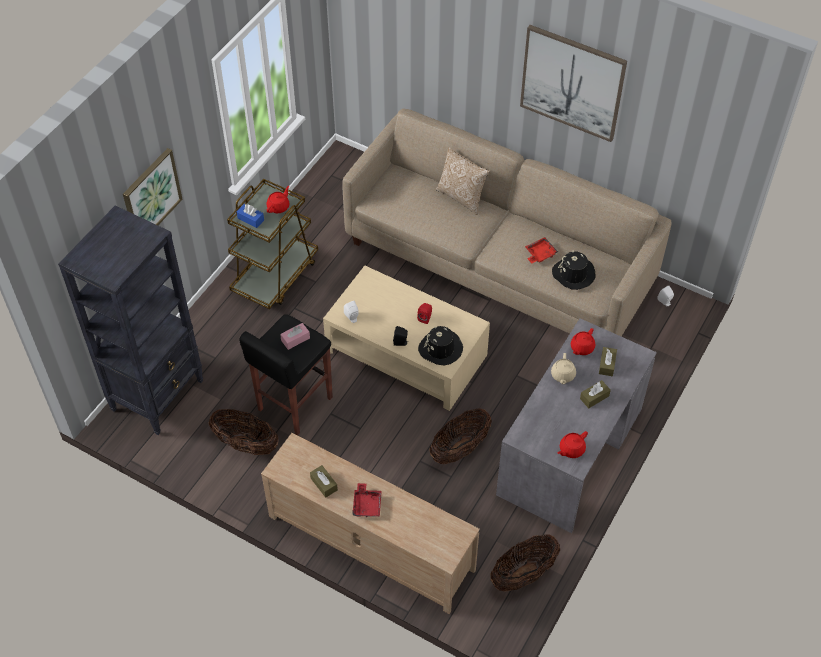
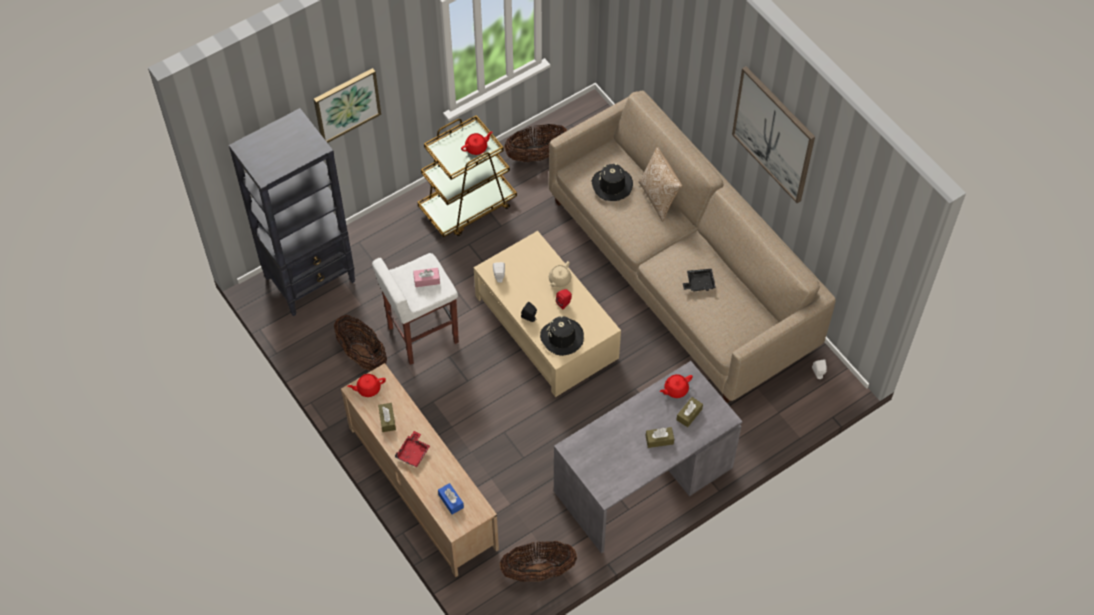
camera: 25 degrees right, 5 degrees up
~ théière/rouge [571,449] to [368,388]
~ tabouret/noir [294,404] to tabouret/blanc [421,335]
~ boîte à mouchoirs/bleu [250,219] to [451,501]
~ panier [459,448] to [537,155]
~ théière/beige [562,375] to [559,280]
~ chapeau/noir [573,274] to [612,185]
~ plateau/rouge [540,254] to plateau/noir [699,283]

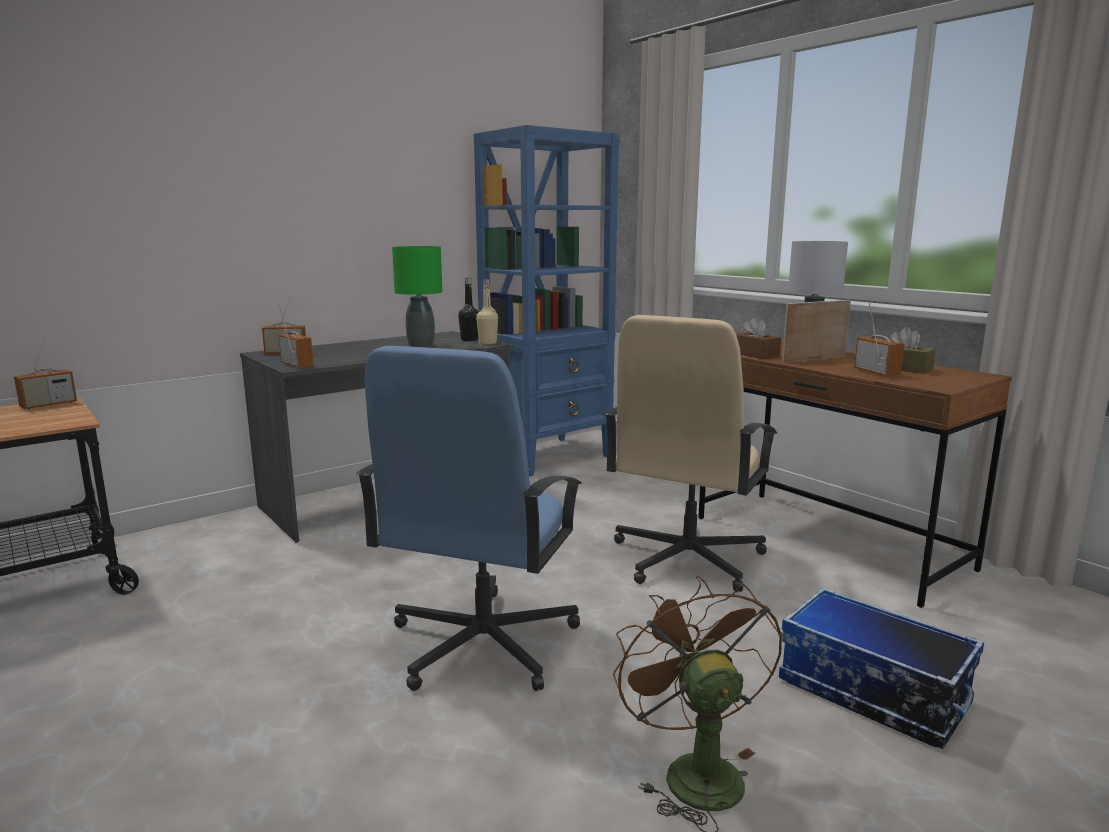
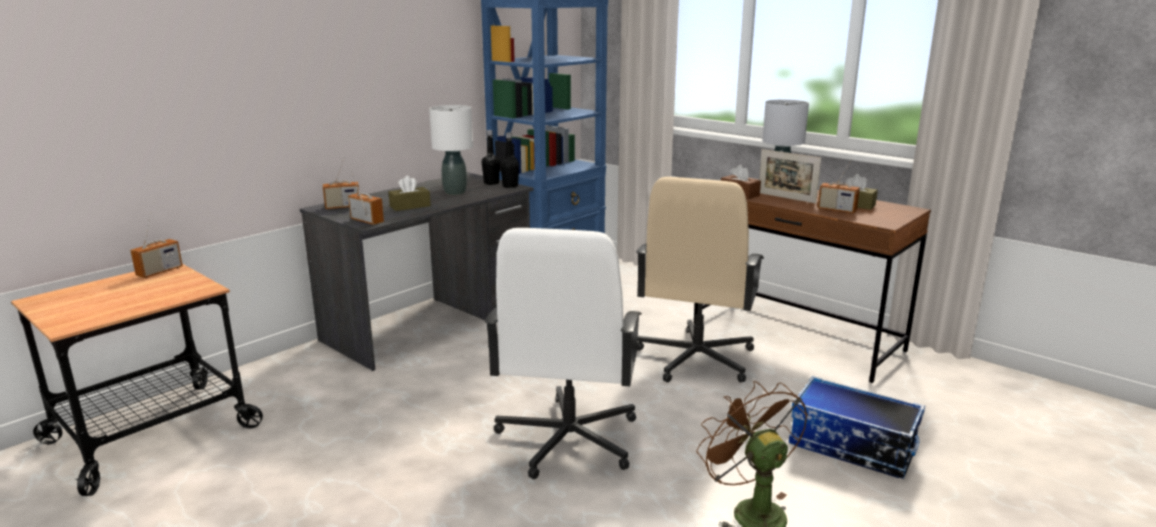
camera: 10 degrees left, 5 degrees up
+ boîte à mouchoirs/marron [410,206]
~ lampe de table/vert [421,345] to lampe de table/blanc [455,192]
~ chaise de bureau/bleu [481,644] to chaise de bureau/blanc [567,440]
~ bouteille/beige [487,343] to bouteille/noir [510,186]
~ cadre photo [814,359] = [786,198] 105 degrees counterclockwise
~ radio [876,372] = [837,210] 150 degrees clockwise

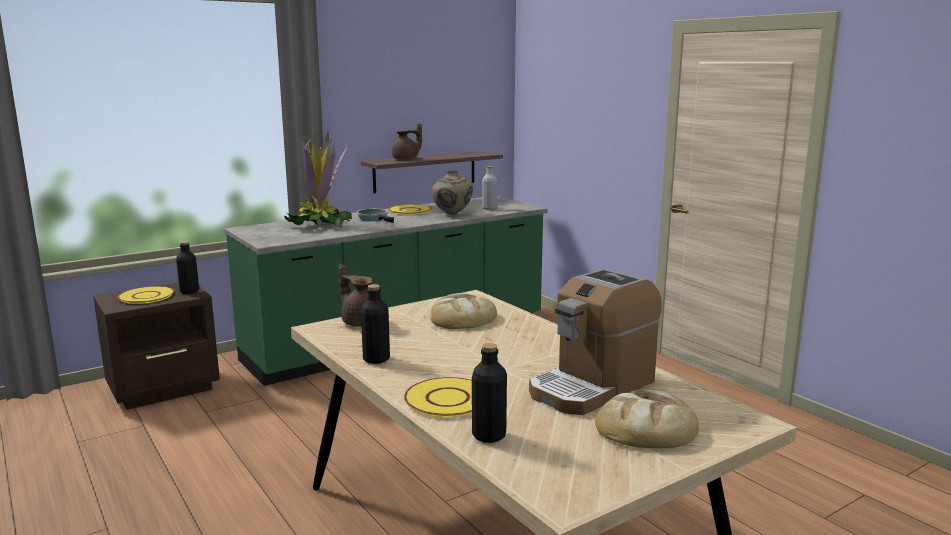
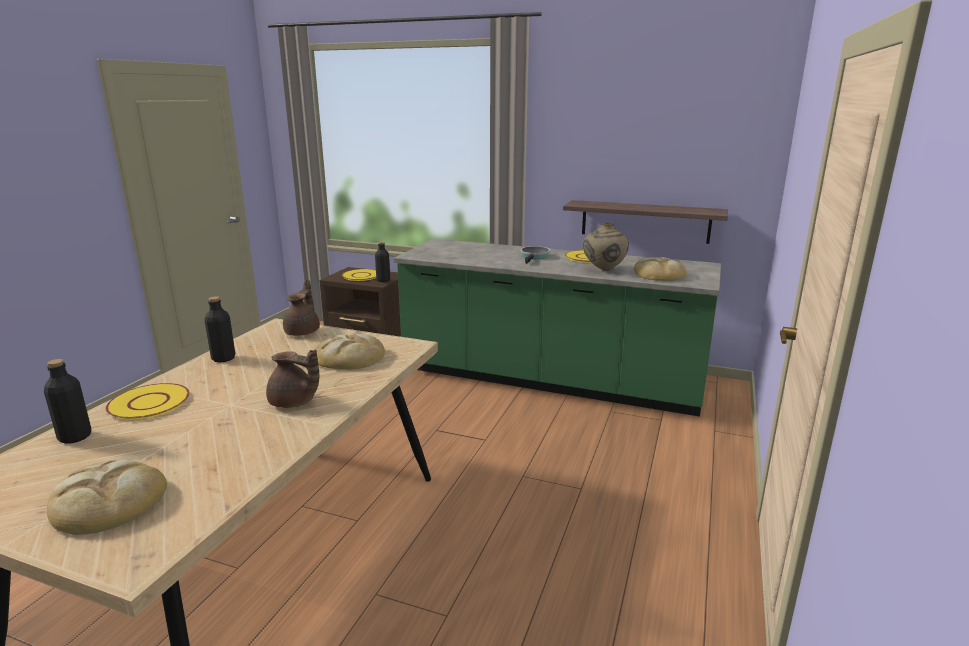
camera: 55 degrees right, 5 degrees up
~ théière/marron [406,159] to [294,403]
~ bouteille/gris [489,208] to pain [658,274]
- plante en pot [319,224]
- machine à café [592,387]

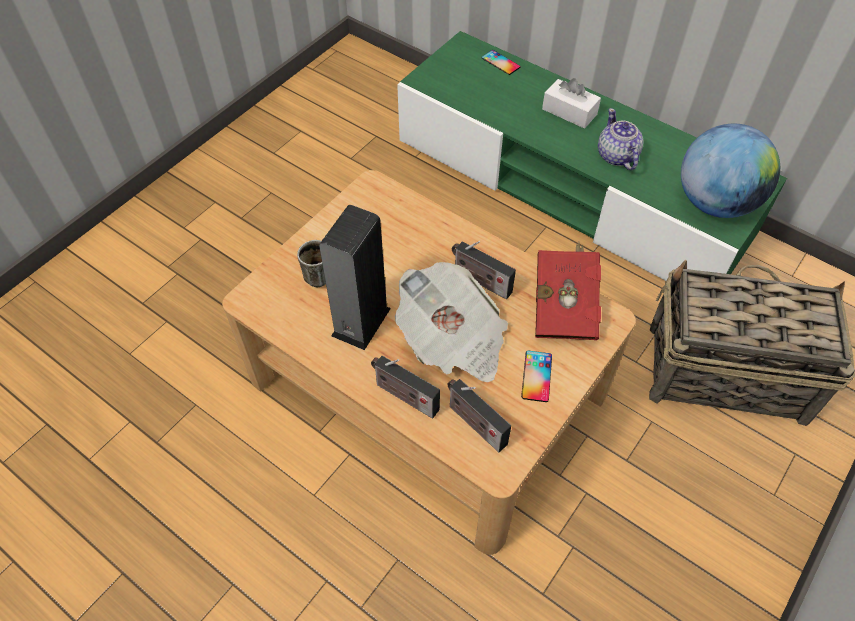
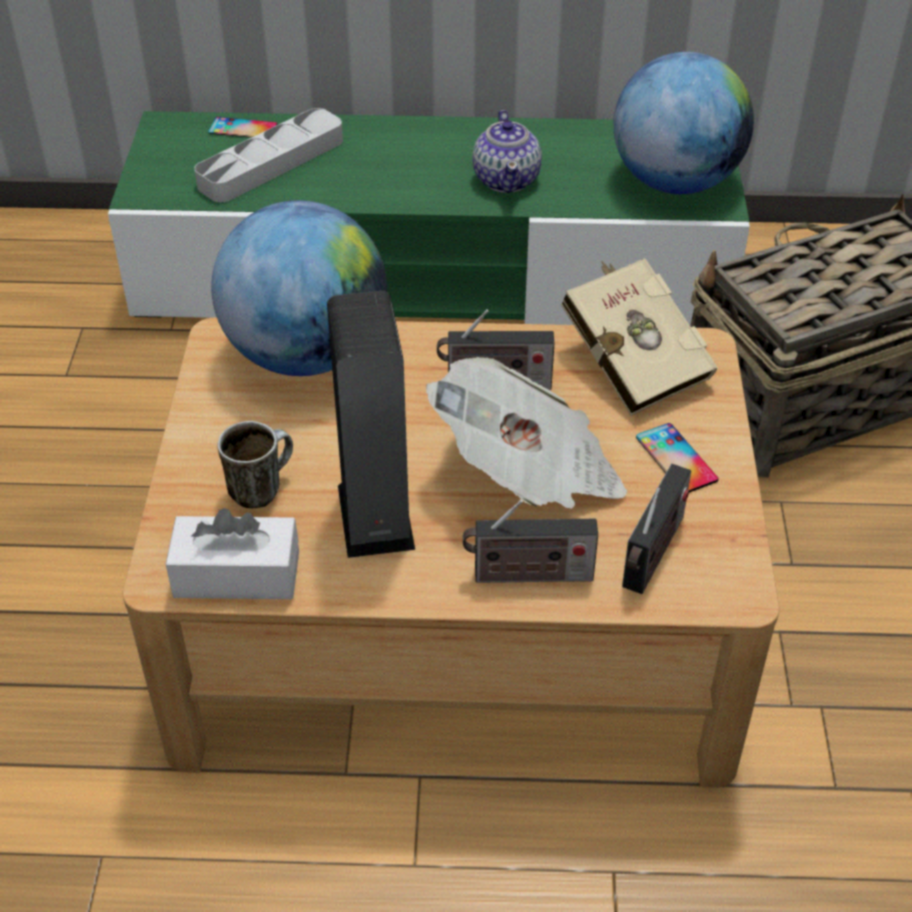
camera: 35 degrees left, 10 degrees down
~ boîte à mouchoirs/blanc [569,112] to [237,574]
+ plateau/gris [271,163]
+ globe [306,354]
~ théière [616,156] = [507,179] 135 degrees counterclockwise
~ livre/rouge [565,306] to livre/beige [632,361]
~ radio [474,423] = [652,556] 75 degrees counterclockwise

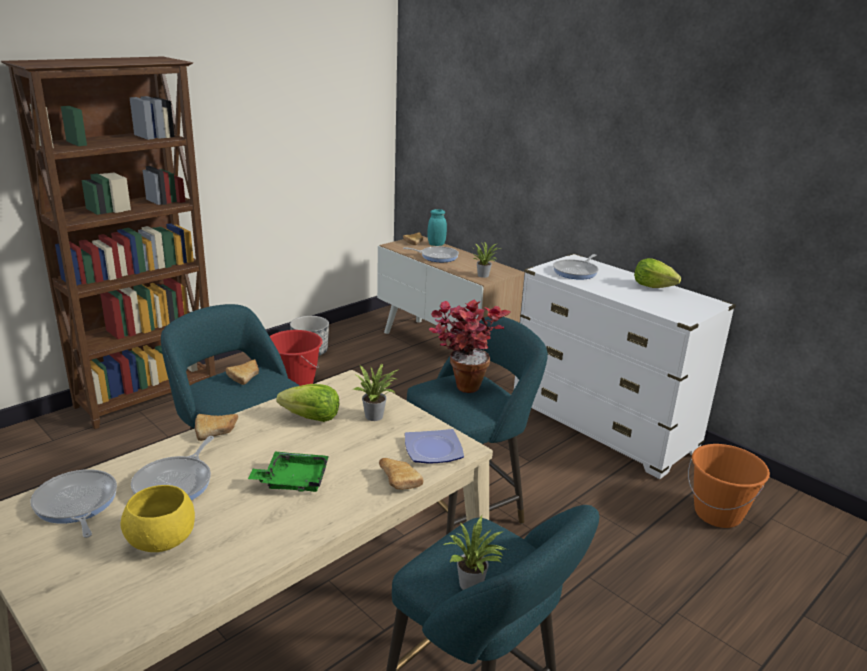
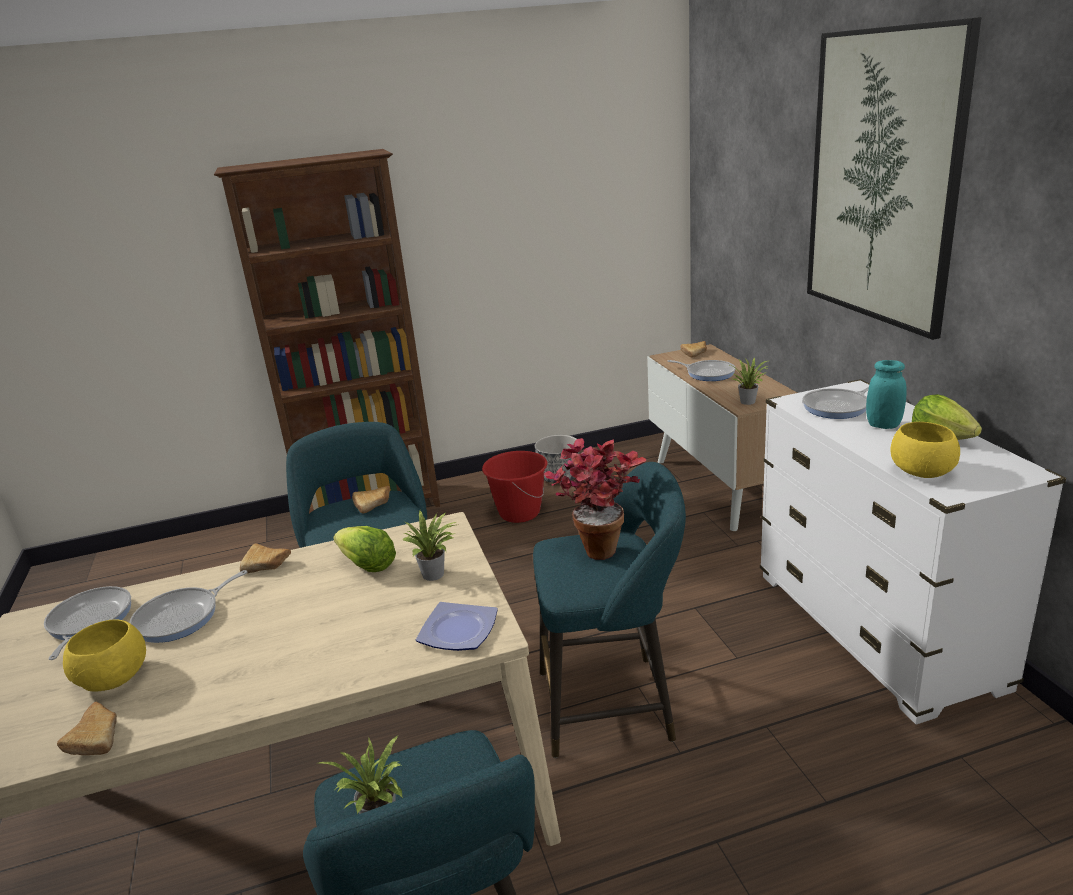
camera: 30 degrees right, 0 degrees up
~ pain [397,480] to [97,736]
+ tableau [882,179]
~ bocal/turquoise [436,244] to [883,425]
+ bol/jaune [922,472]
- plateau/vert [293,480]
- seau/orange [718,514]

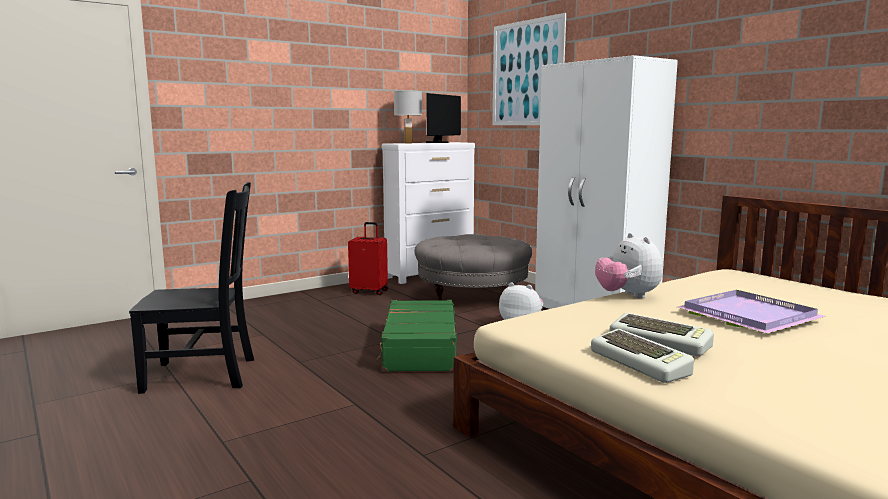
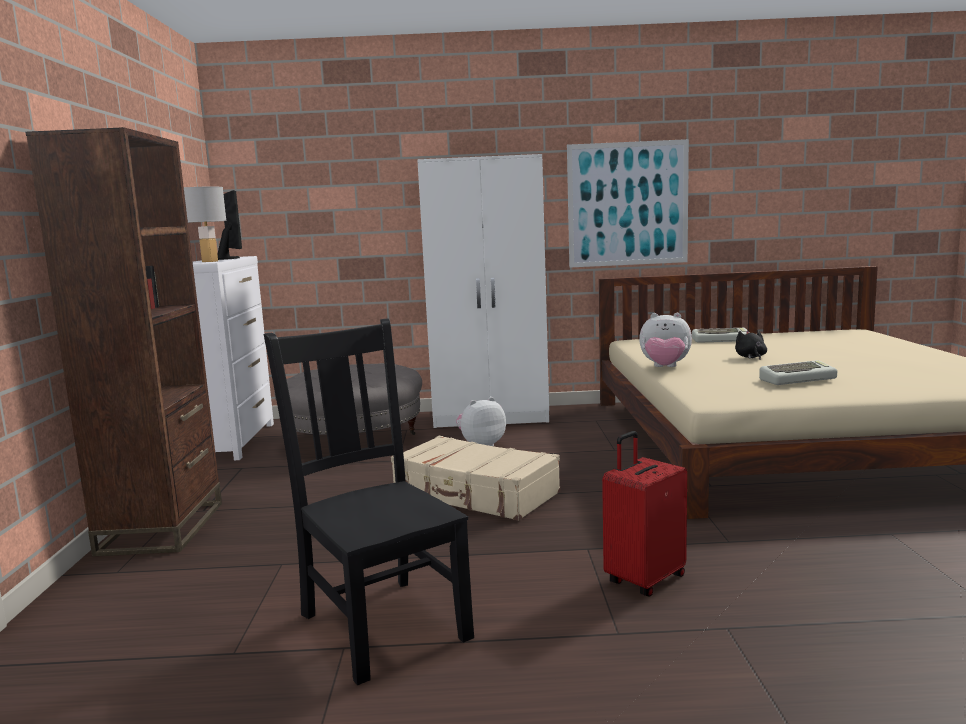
camera: 55 degrees left, 0 degrees up
+ bibliothèque/marron [162,528]
~ chaise/noir [204,375] = [381,623] 60 degrees counterclockwise
~ valise/vert [419,348] to valise/beige [475,494]
~ tableau [527,73] to [627,204]
~ valise/rouge [369,291] to [644,579]
~ clavier [641,363] to [721,340]
~ plateau/violet [745,315] to peluche/noir [750,357]

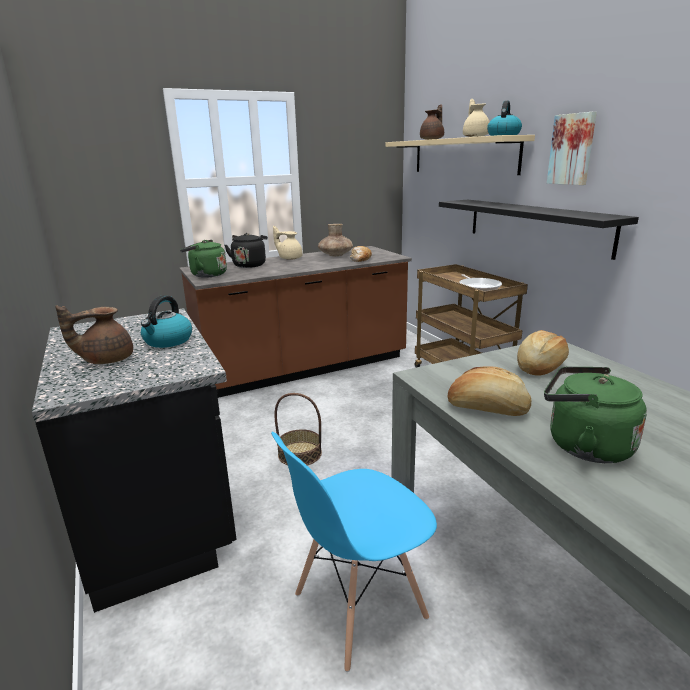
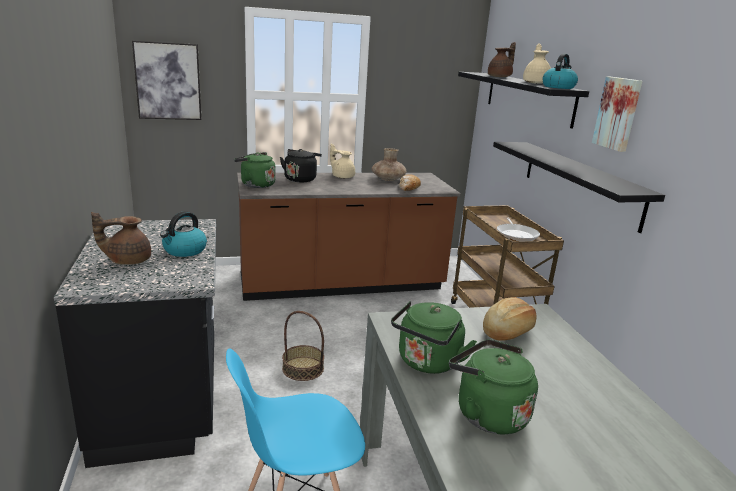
camera: 10 degrees right, 0 degrees up
+ tableau [168,81]
~ pain [487,409] to bouilloire/vert [427,363]
~ étagère/beige [463,156] to étagère/noir [528,97]

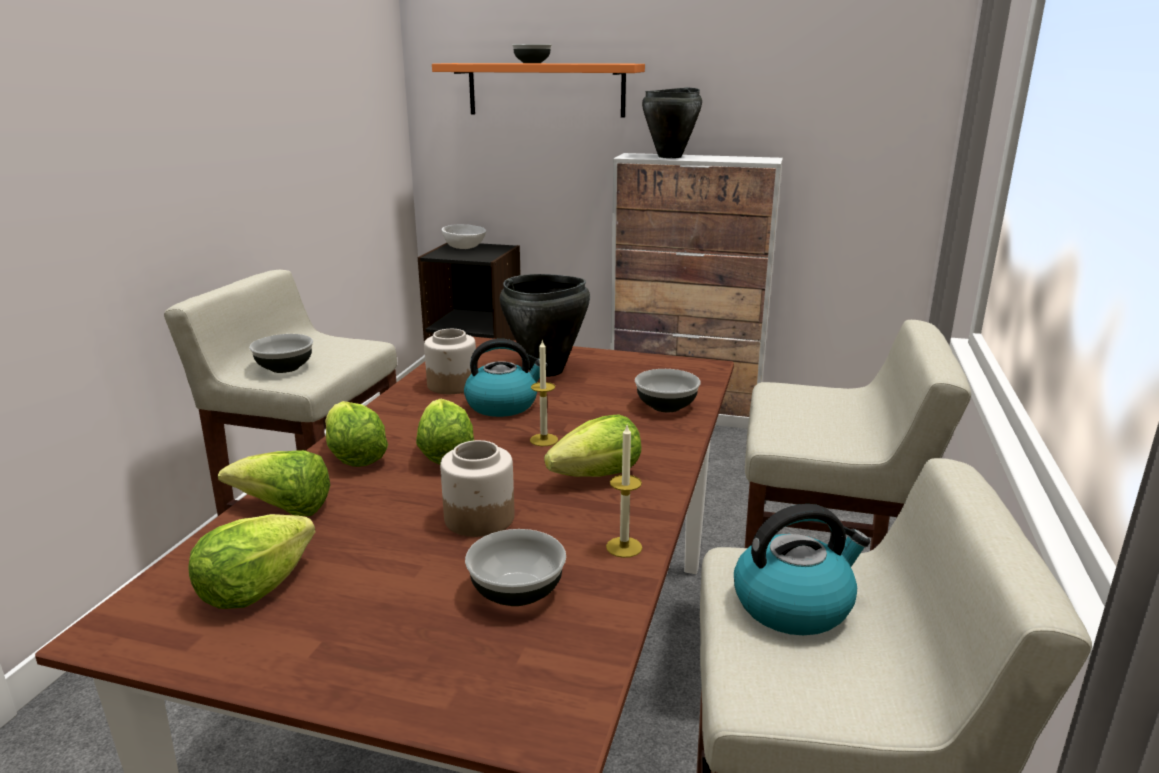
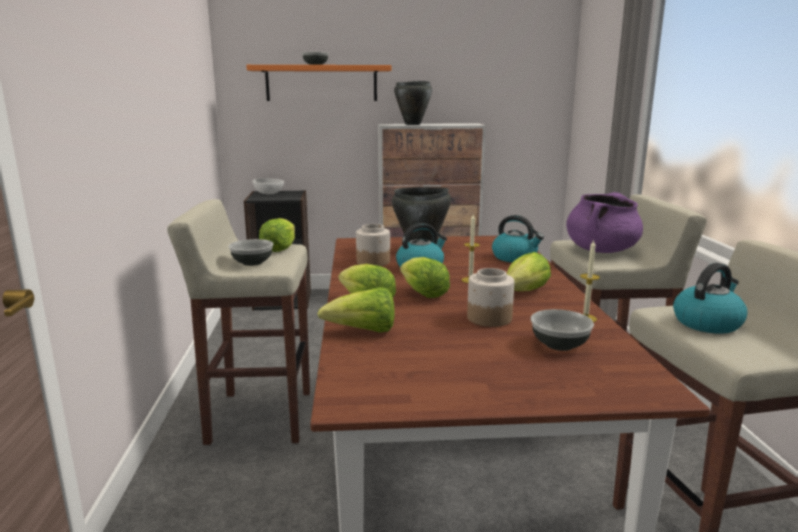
camera: 20 degrees left, 5 degrees down
~ laitue [254,589] to [279,249]
~ bol [666,406] to bouilloire [515,257]
+ marmite/violet [601,250]

